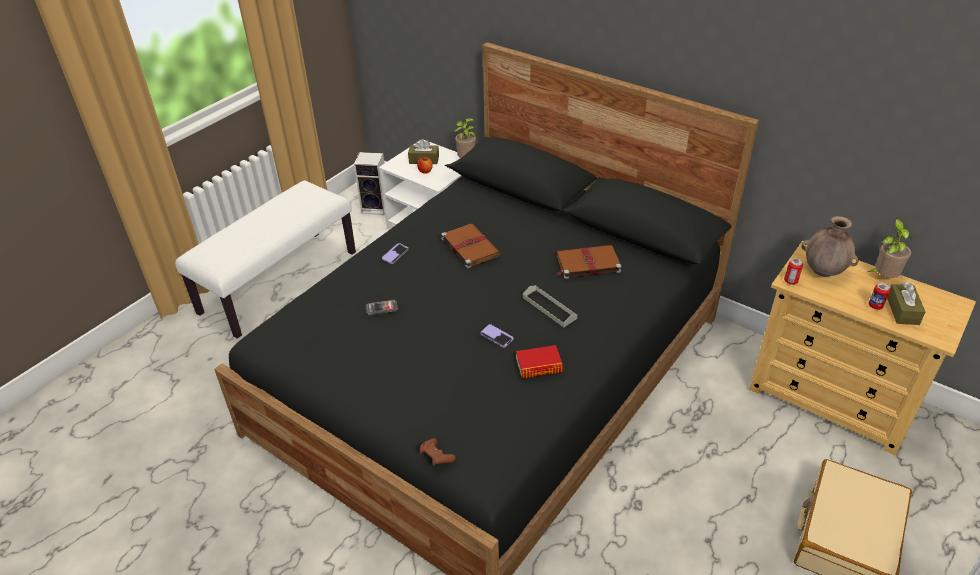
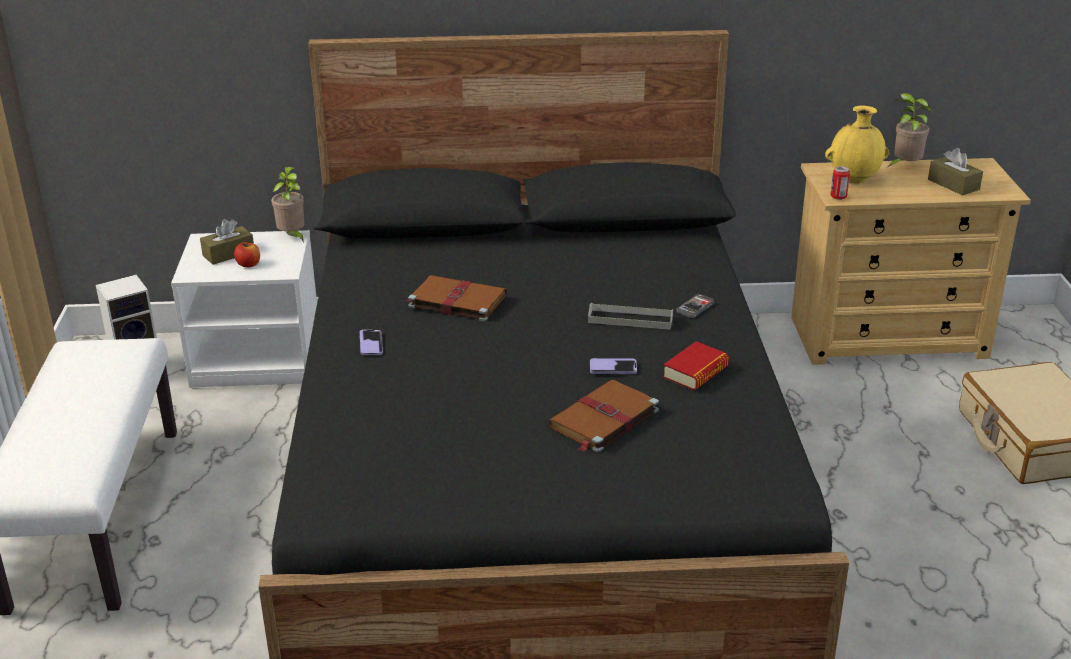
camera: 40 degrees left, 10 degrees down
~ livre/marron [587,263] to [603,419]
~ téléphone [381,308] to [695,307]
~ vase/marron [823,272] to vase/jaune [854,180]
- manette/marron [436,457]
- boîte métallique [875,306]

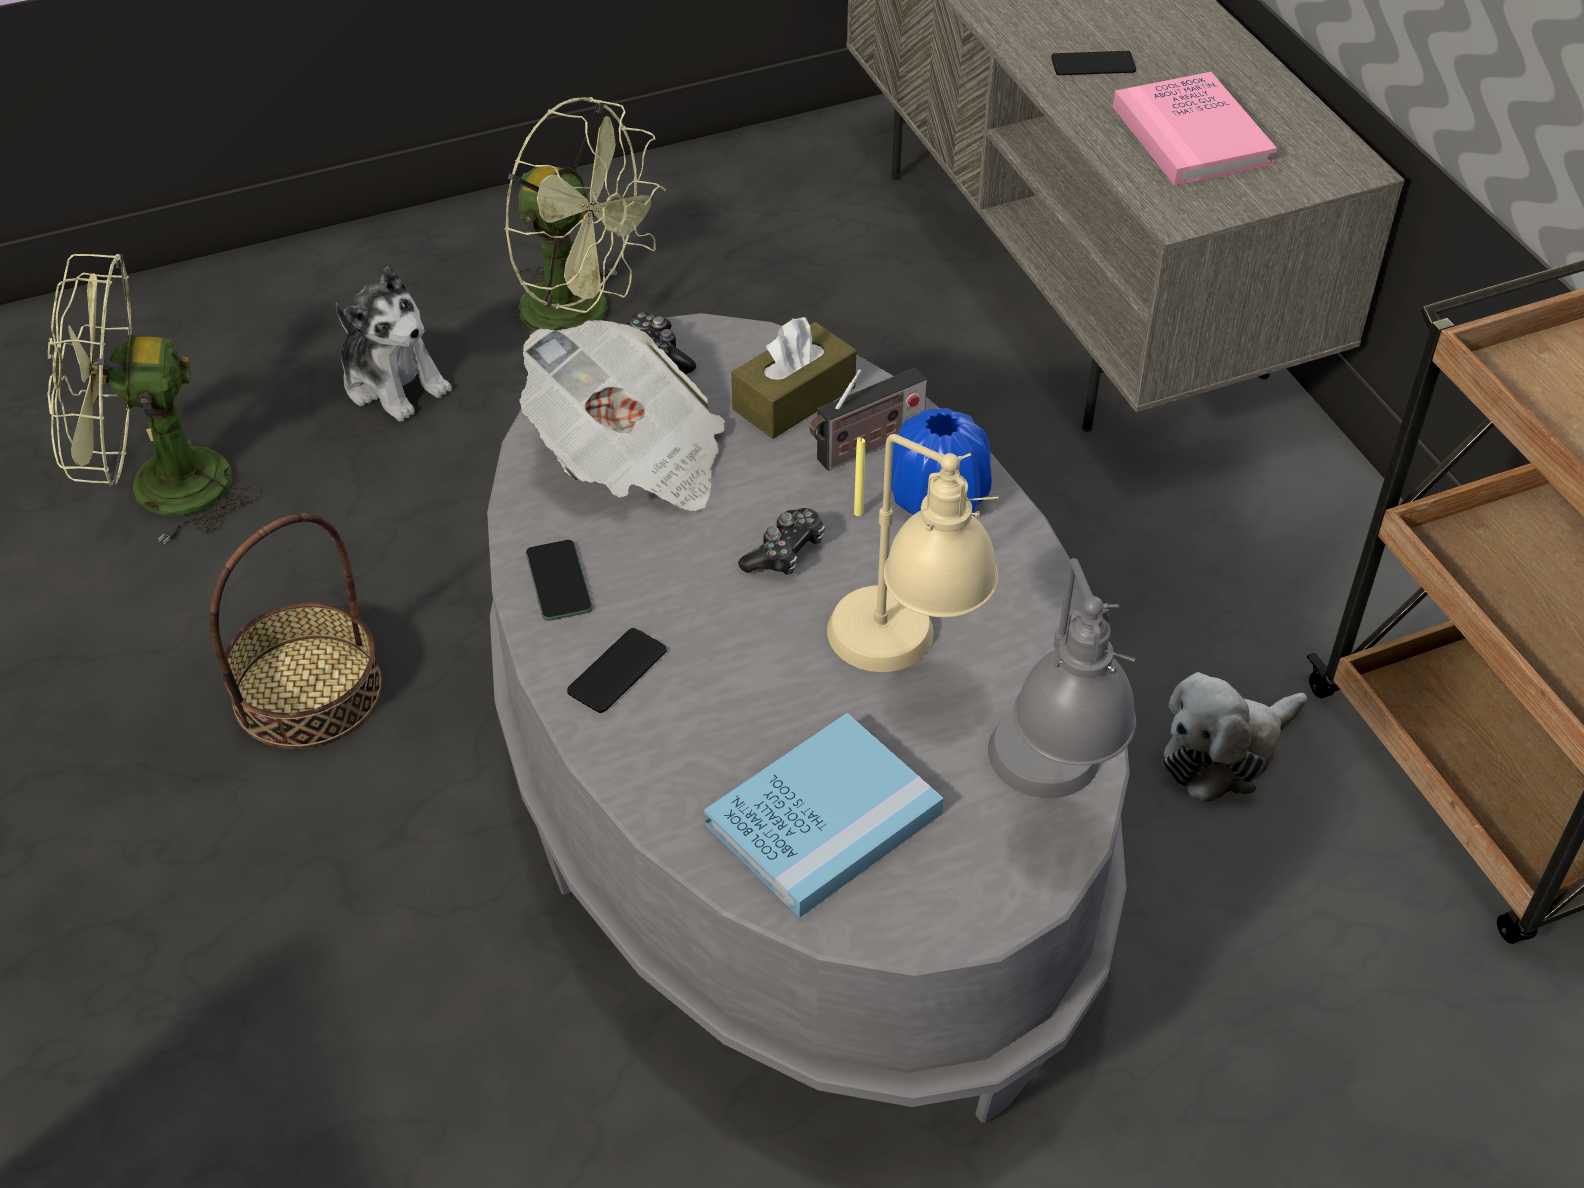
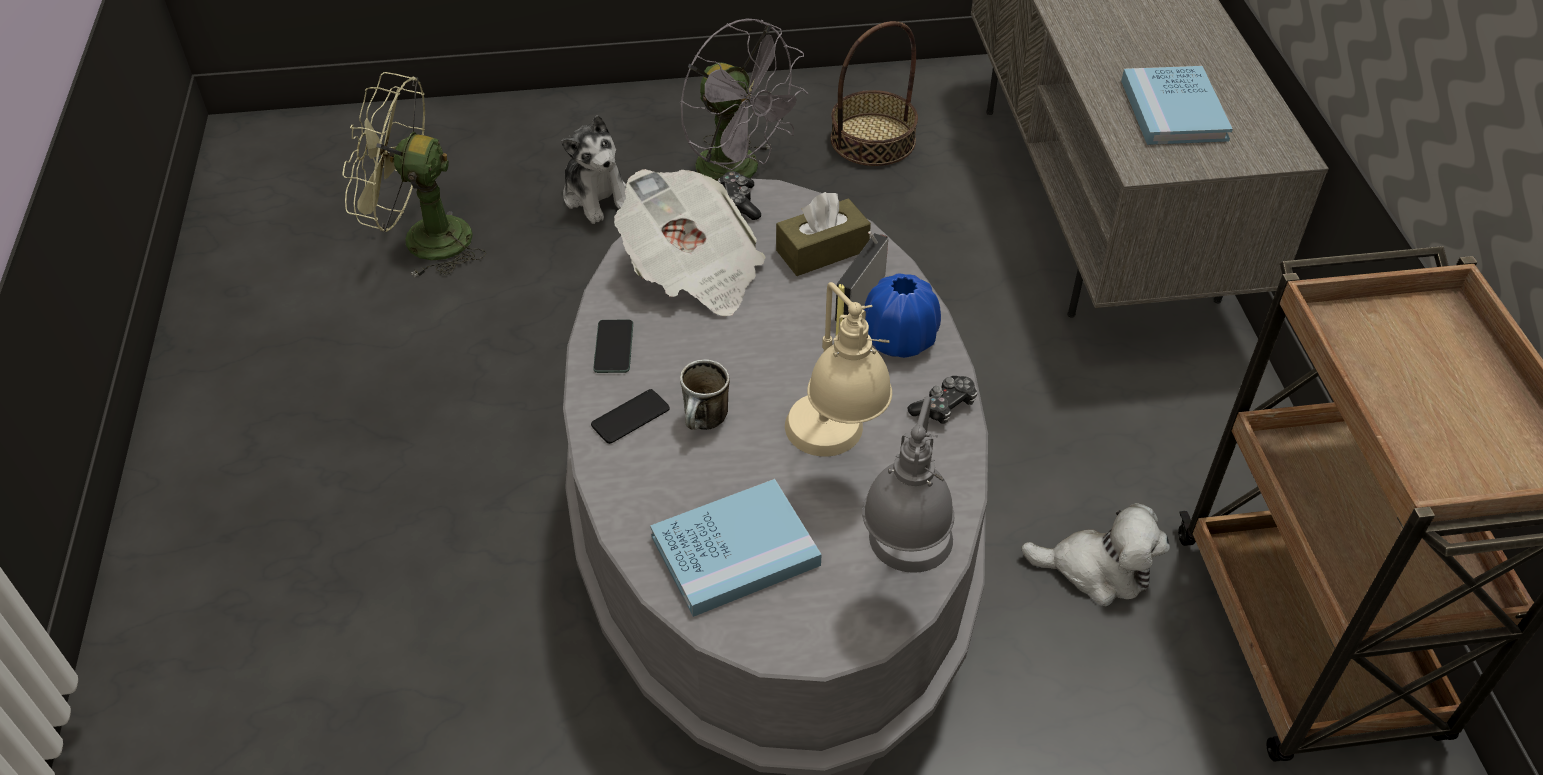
camera: 15 degrees right, 0 degrees up
~ ventilateur/vert [584,314] to ventilateur/gris [739,172]
+ mug [705,424]
~ panier [307,692] to [873,140]
~ radio [866,448] = [861,294] 135 degrees clockwise
~ manette [785,552] to [944,406]
~ peluche [1224,753] = [1097,570] 150 degrees counterclockwise
~ livre/rose [1191,135] to livre/bleu [1173,110]
- téléphone [1093,64]

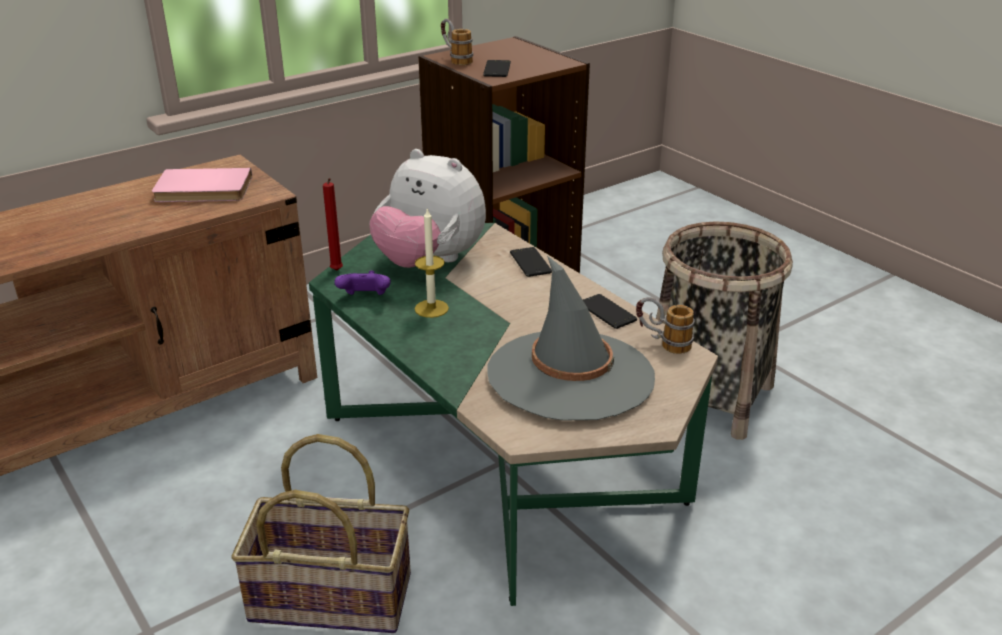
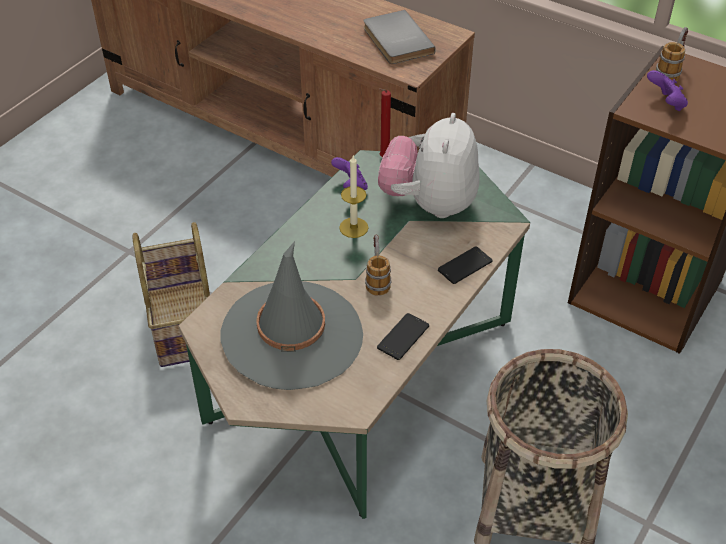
camera: 70 degrees right, 15 degrees up
~ livre/rose [203,190] to livre/gris [395,40]
~ mug [662,344] to [377,278]
~ téléphone [497,69] to manette/violet [665,104]

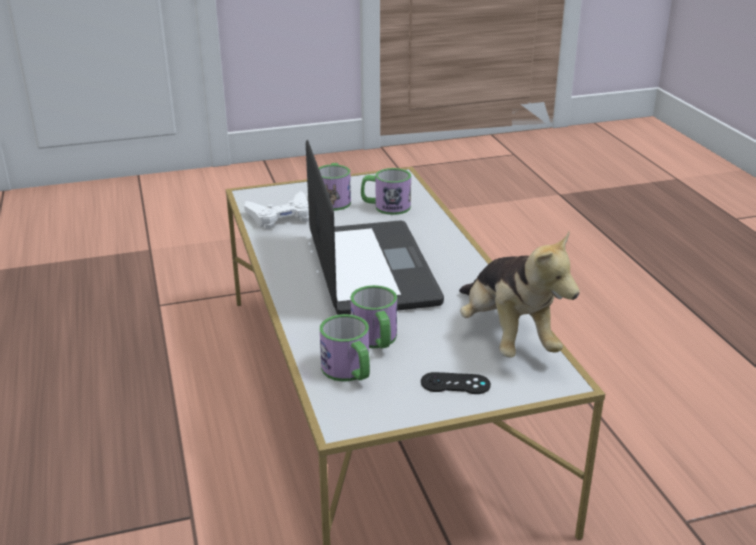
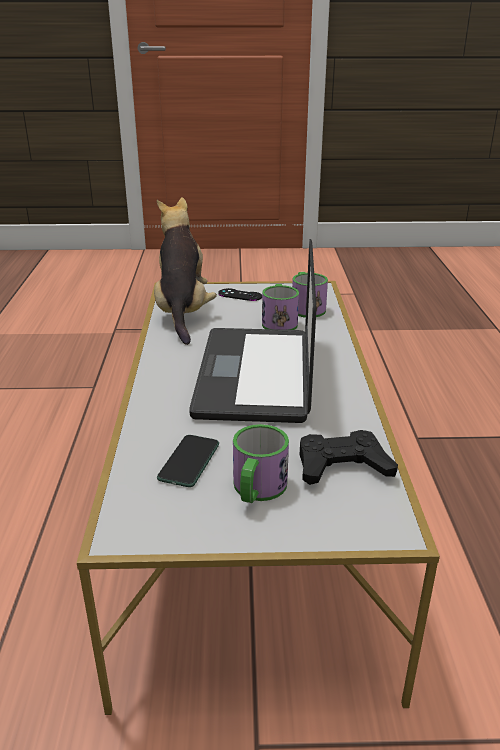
camera: 165 degrees left, 0 degrees up
~ mug [385,207] to téléphone [189,461]
~ manette/blanc [281,216] to manette/noir [342,465]

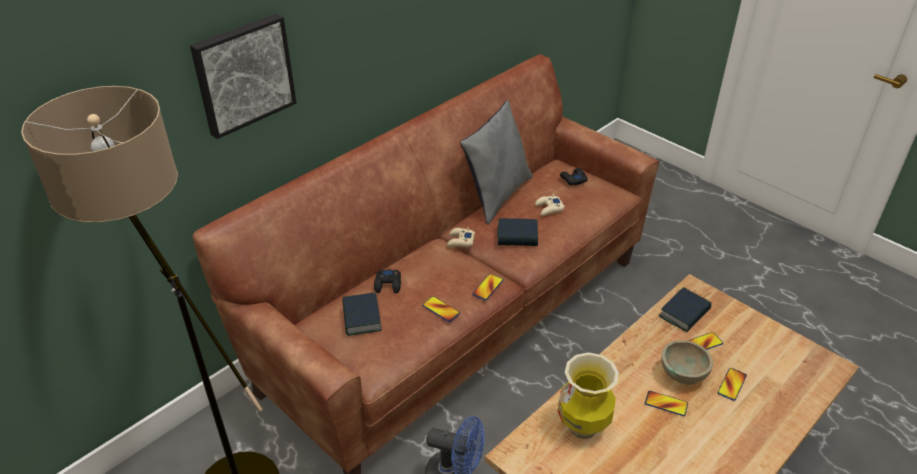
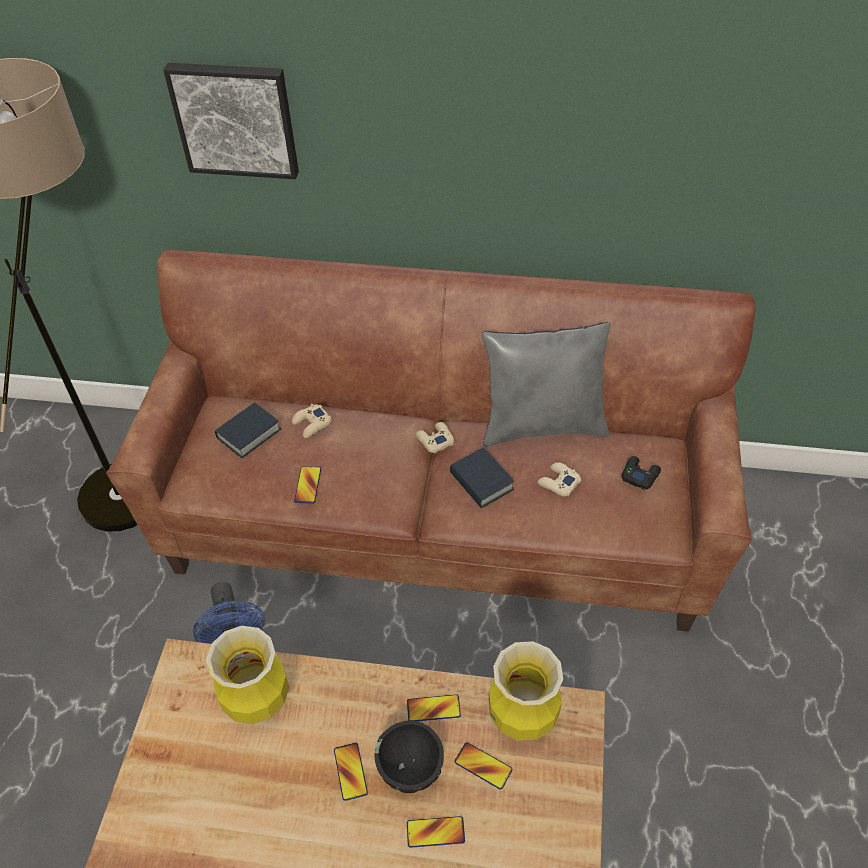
camera: 55 degrees right, 10 degrees up
~ manette/noir [388,284] to manette/beige [312,424]
~ bol/beige [682,374] to bol/noir [411,767]
~ téléphone [487,287] to [433,708]
~ livre [684,313] to vase [522,720]

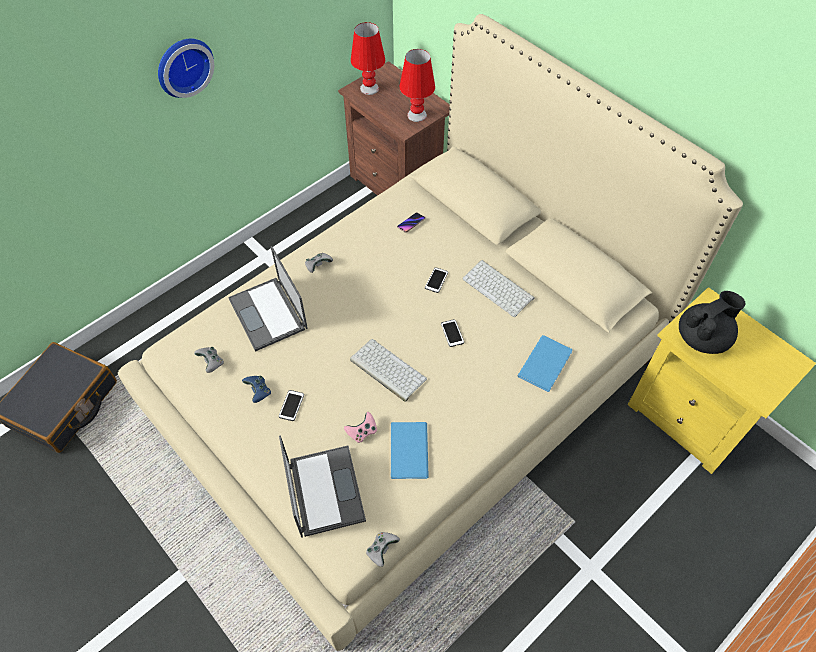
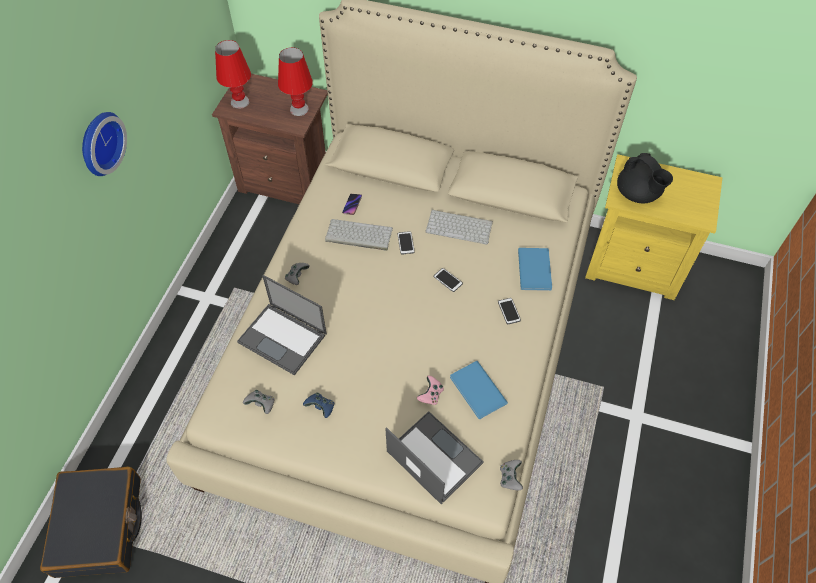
camera: 30 degrees left, 0 degrees up
~ clavier [386,370] to [358,235]
~ téléphone [291,405] to [509,311]
~ théière/noir [702,338] = [638,194] 120 degrees clockwise

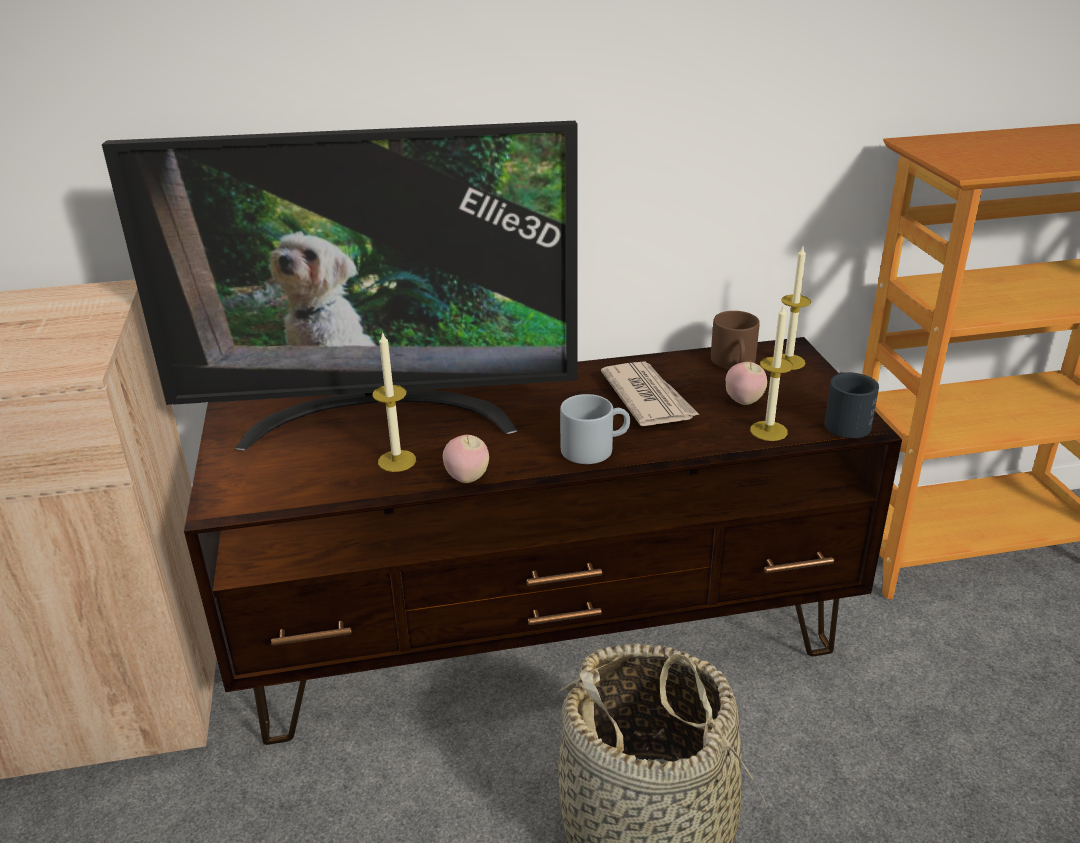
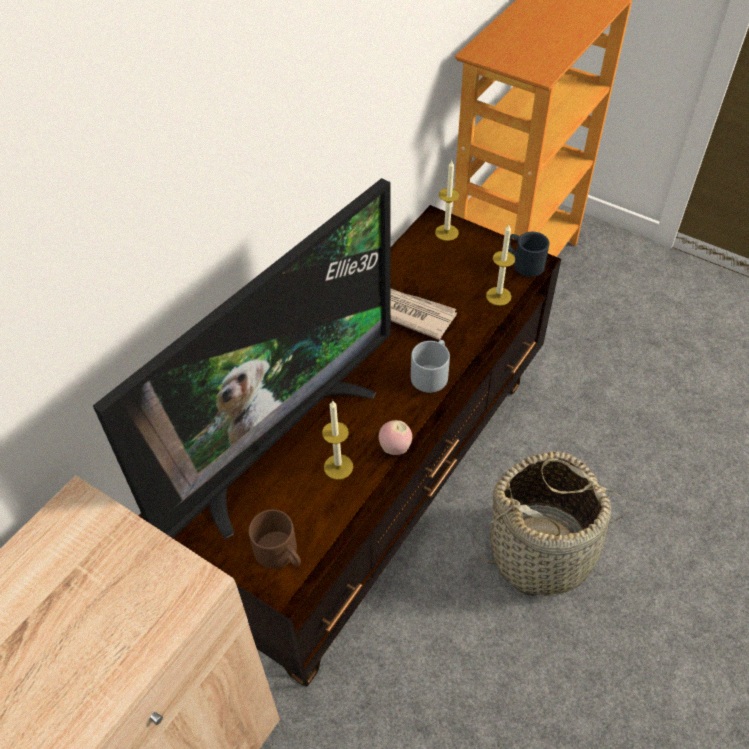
camera: 45 degrees left, 20 degrees up
~ mug/marron [735,363] to [281,553]
- pomme [743,401]

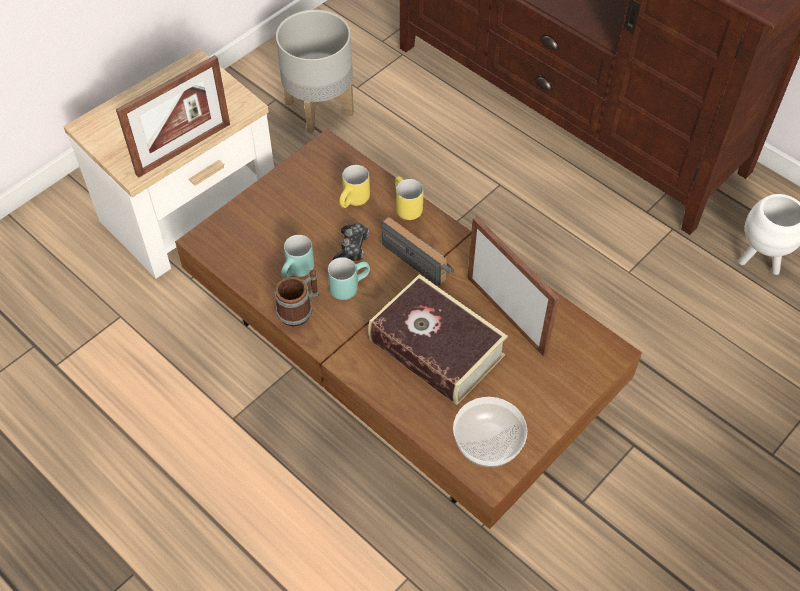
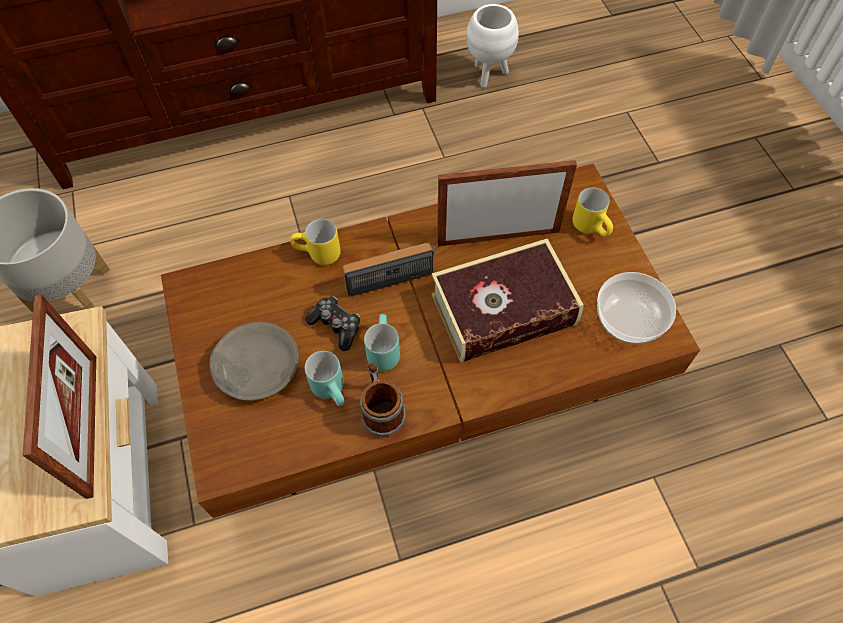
camera: 60 degrees left, 5 degrees up
+ bol/gris [256,368]
~ mug/jaune [355,202] to [592,227]

